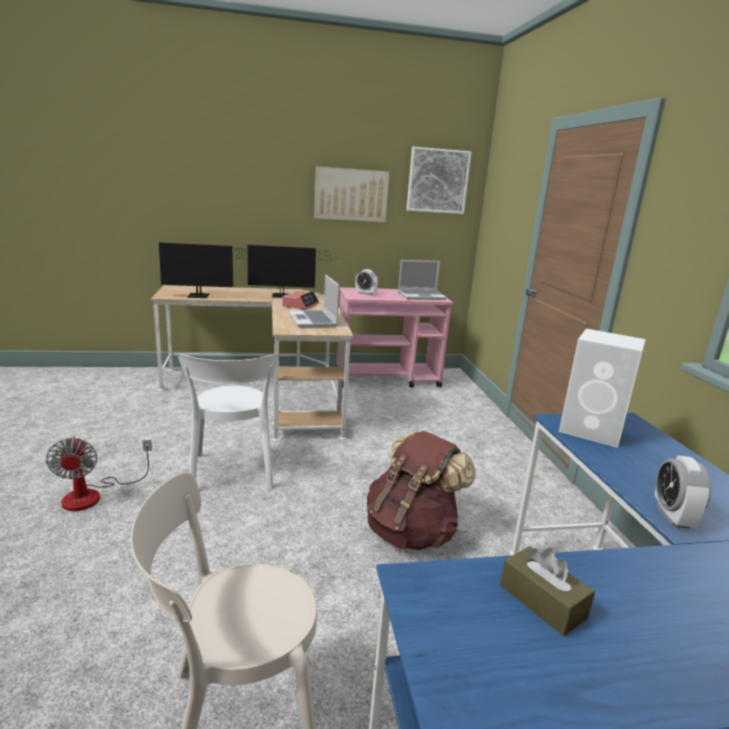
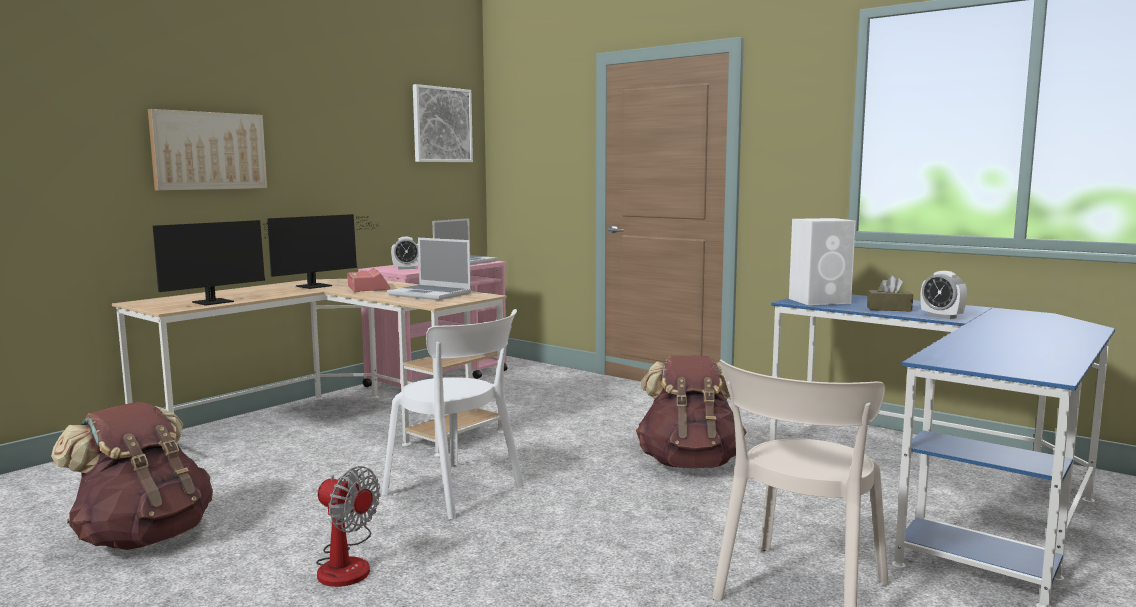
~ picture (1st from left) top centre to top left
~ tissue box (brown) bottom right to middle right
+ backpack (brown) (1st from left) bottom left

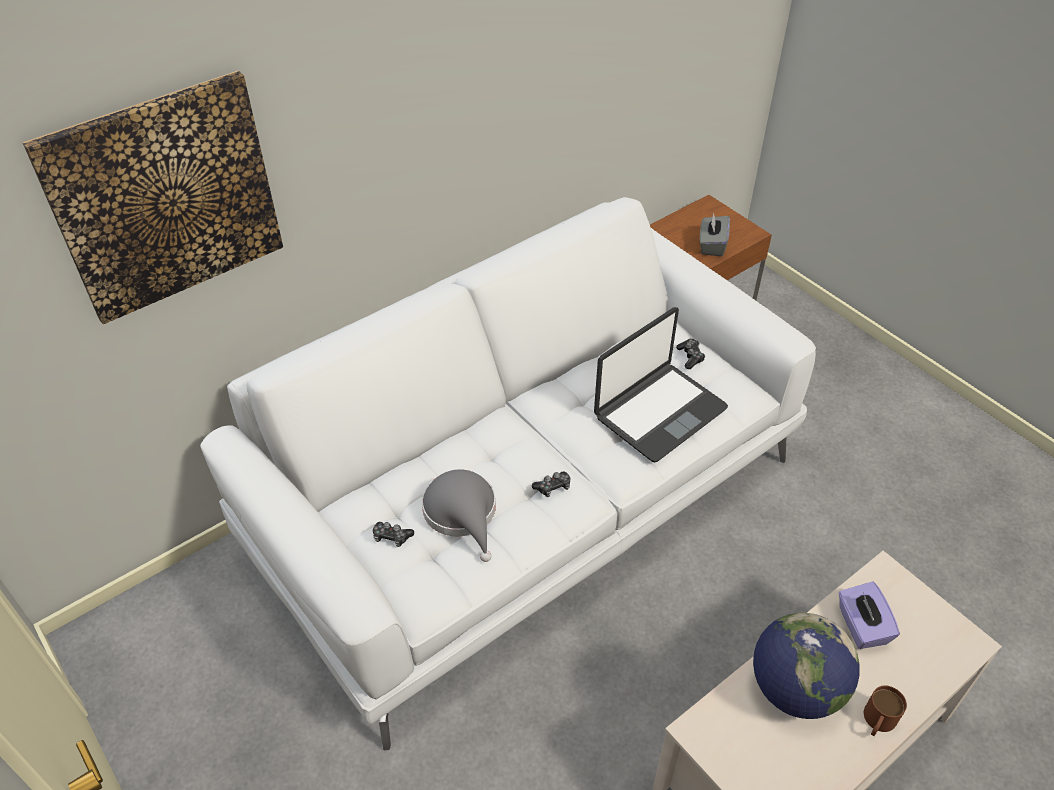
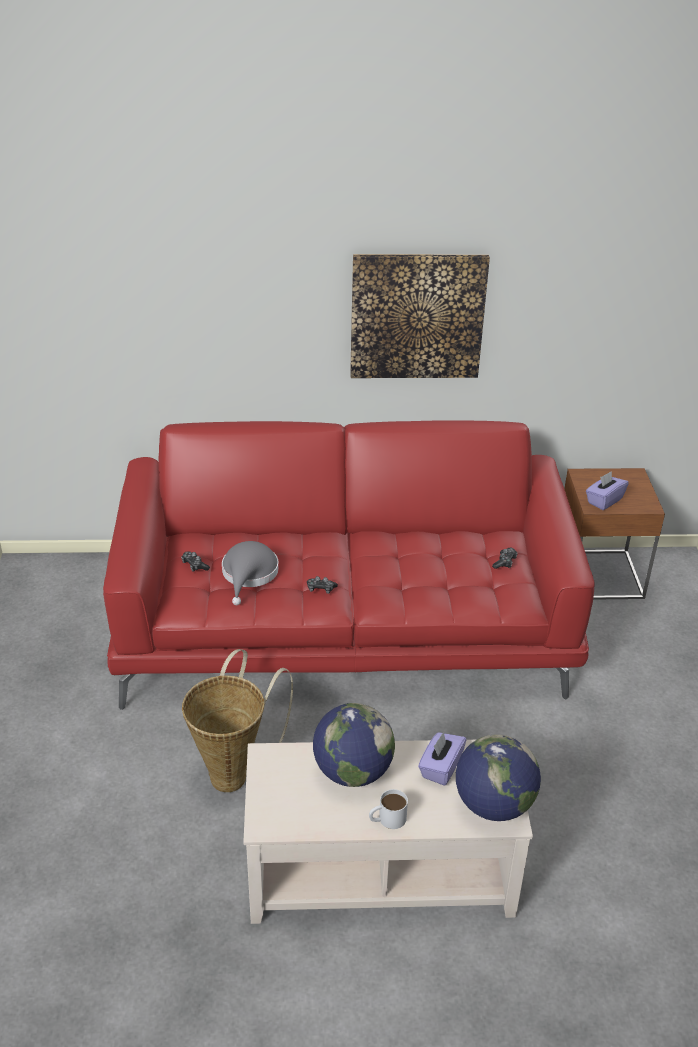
~ picture top left to top centre
~ sofa (white) centre to sofa (red) centre
- laptop centre
~ tissue box (grey) top right to tissue box (purple) (2nd from left) middle right
~ mug (brown) bottom right to mug (white) bottom centre
+ basket bottom centre
+ globe (2nd from left) bottom right

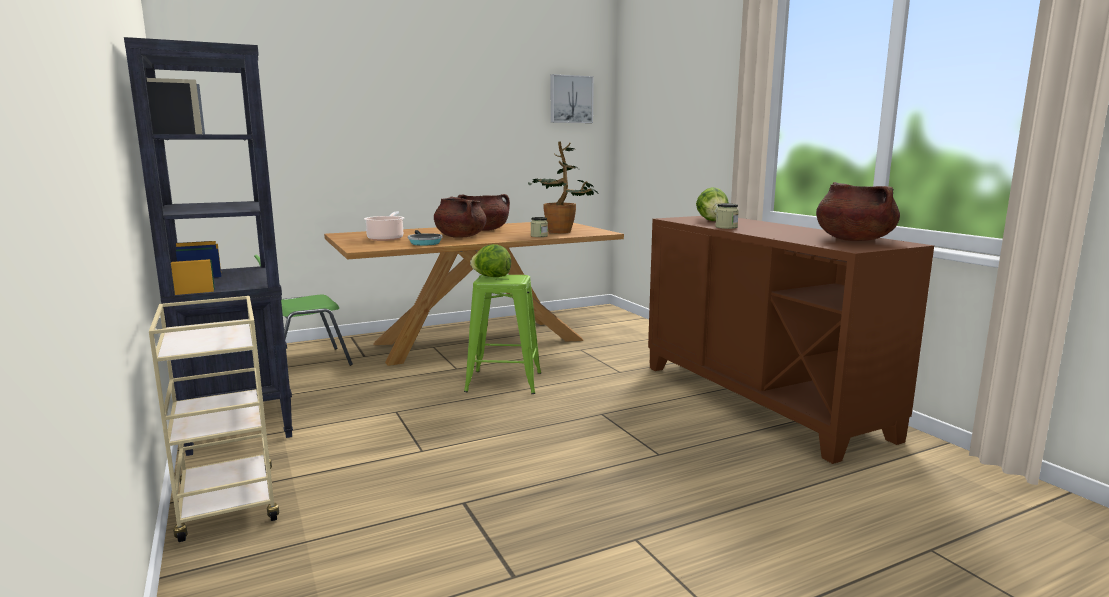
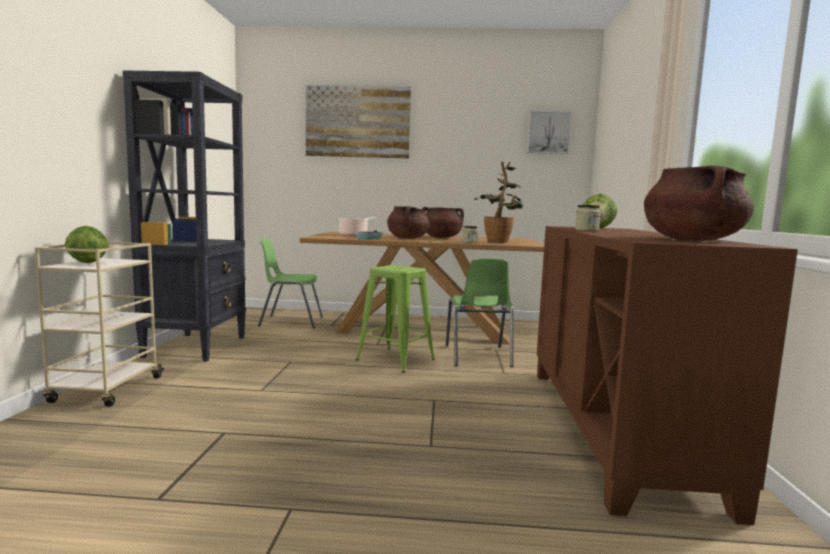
~ lettuce (1st from left) centre to middle left
+ picture (1st from left) top centre
+ chair (green) (2nd from left) centre

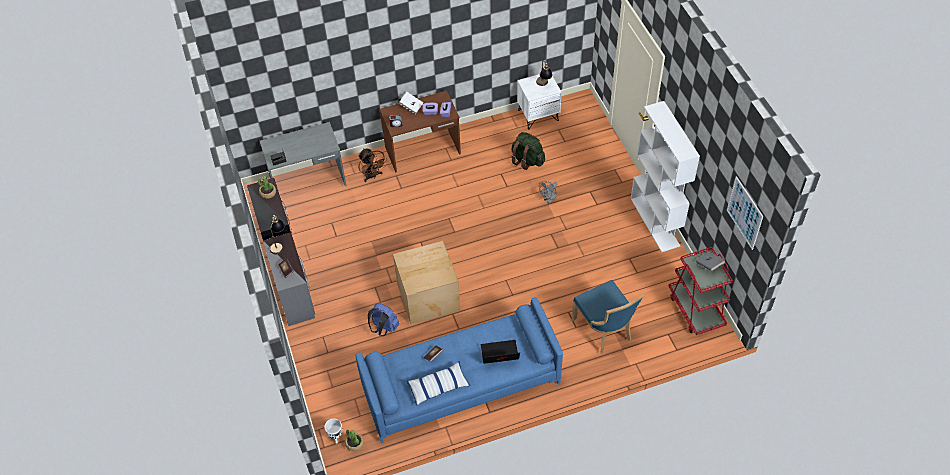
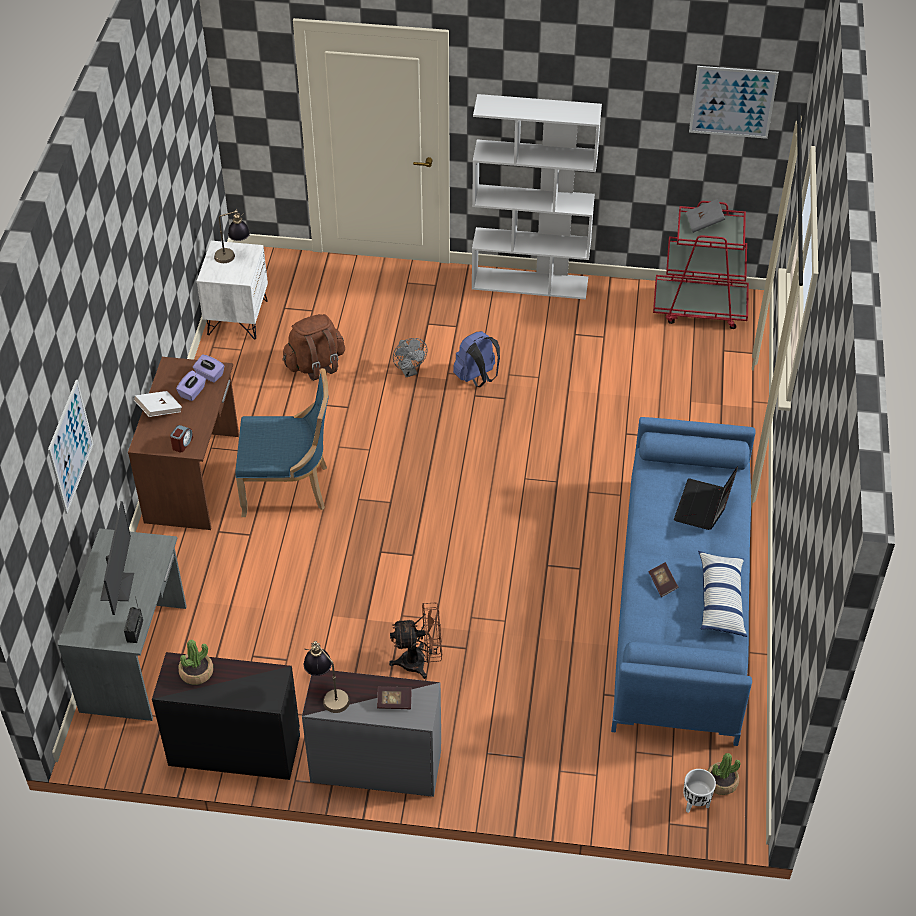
~ fan (brown) centre to bottom centre
~ backpack (blue) bottom centre to centre
- cardboard box centre
~ backpack (green) top centre to backpack (brown) centre
~ chair (blue) bottom centre to middle left
+ picture (1st from left) middle left
+ monitor middle left

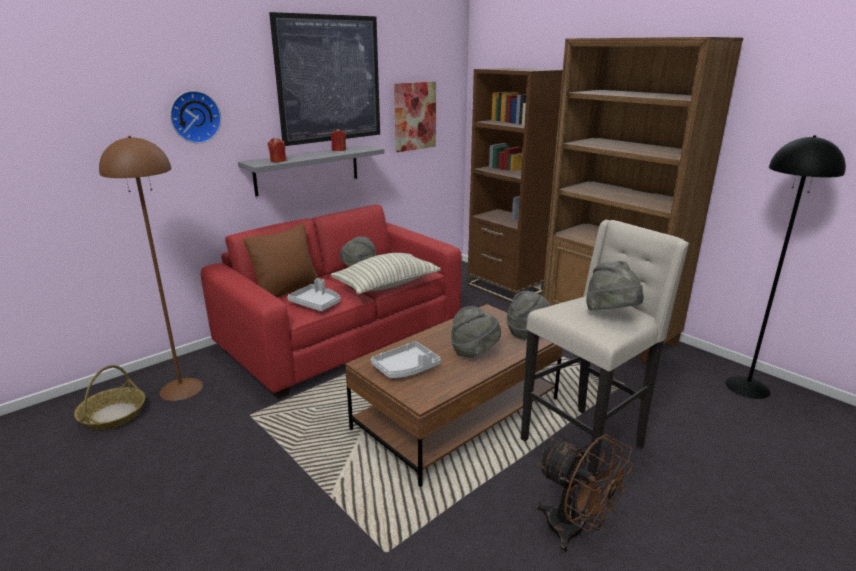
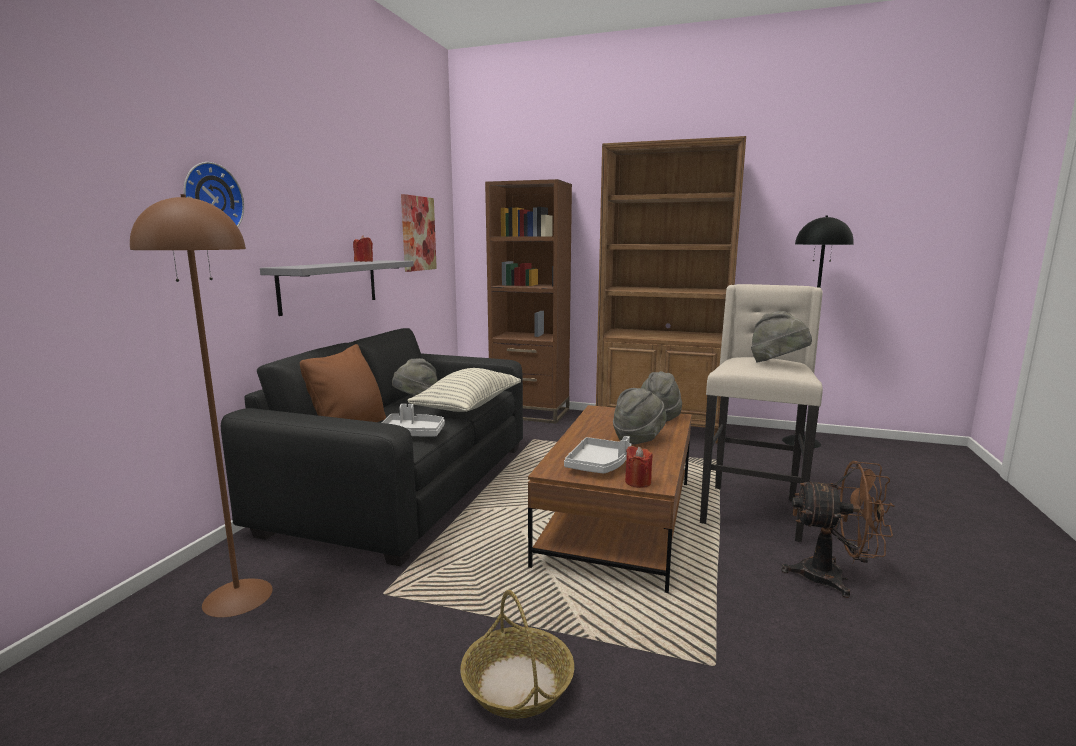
~ basket bottom left to bottom centre
~ sofa (red) centre to sofa (black) centre
~ candle (red) (1st from left in the first image) top left to candle (red) (2nd from left) centre
- picture (1st from left) top centre

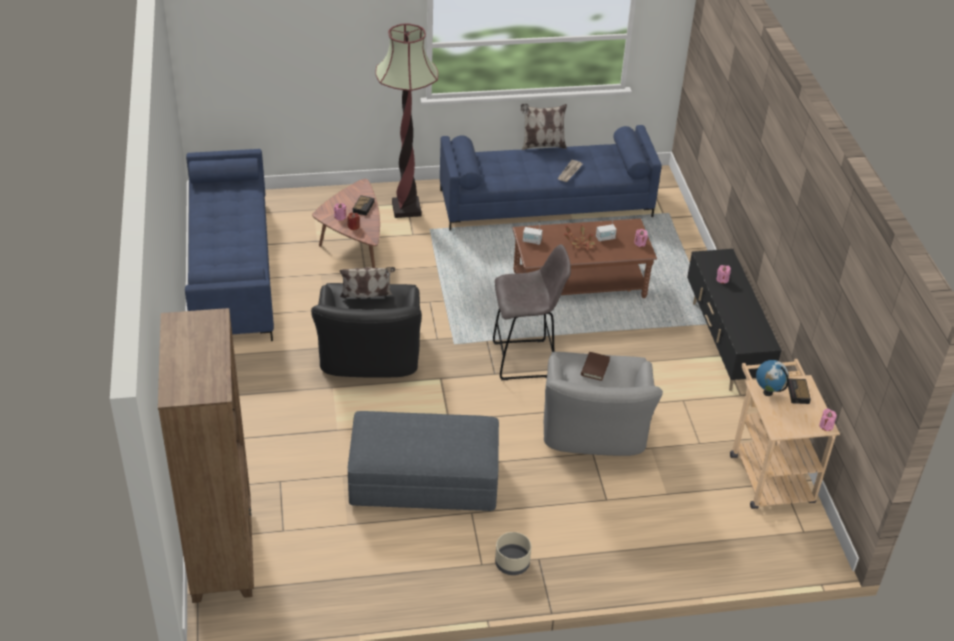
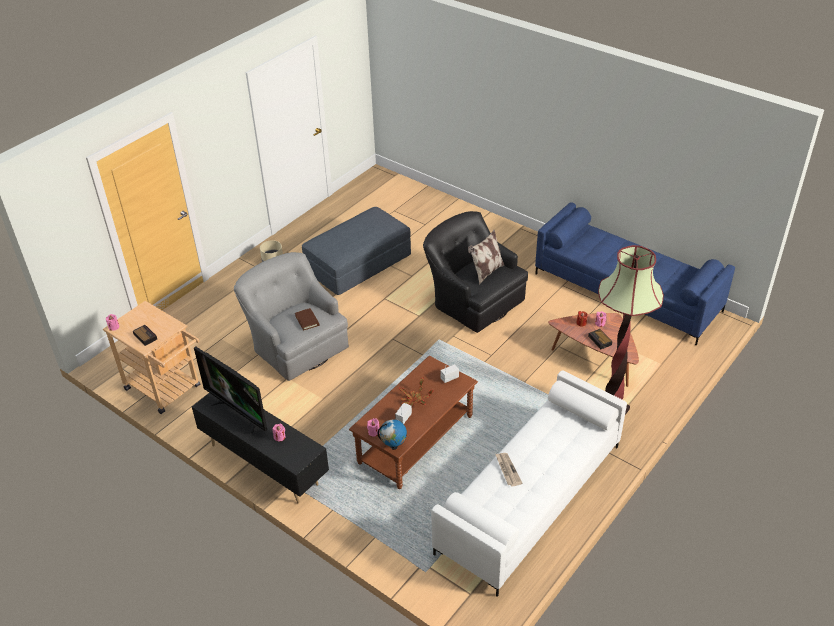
- bookcase (brown) bottom left
~ sofa (blue) (2nd from left) top centre to sofa (white) bottom centre
- stool (grey) centre
- pillow (2nd from left) top centre
~ globe middle right to bottom centre
+ television middle left

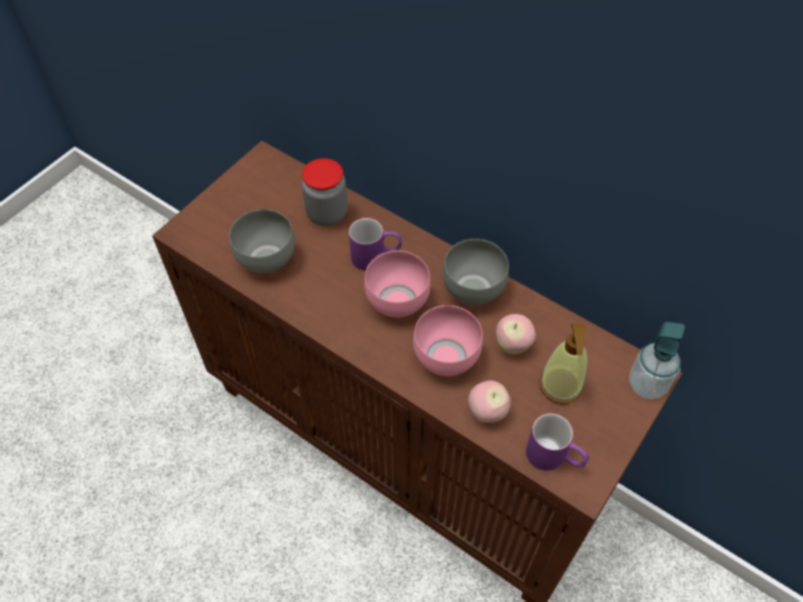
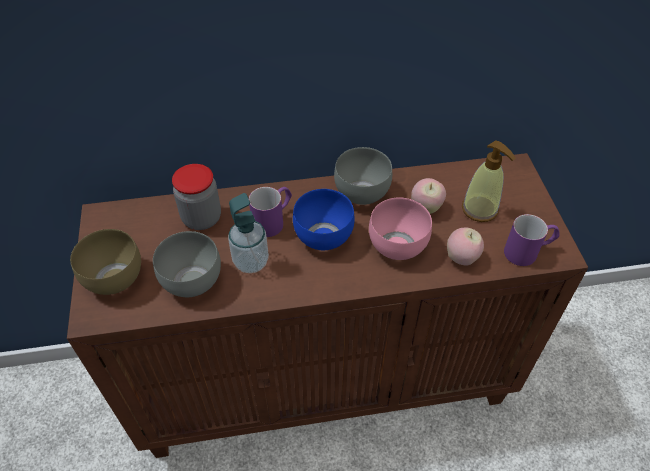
~ bowl (pink) (1st from left) centre to bowl (blue) centre
~ soap dispenser (2nd from left in the first image) middle right to soap dispenser (1st from left) centre
+ bowl (brown) middle left

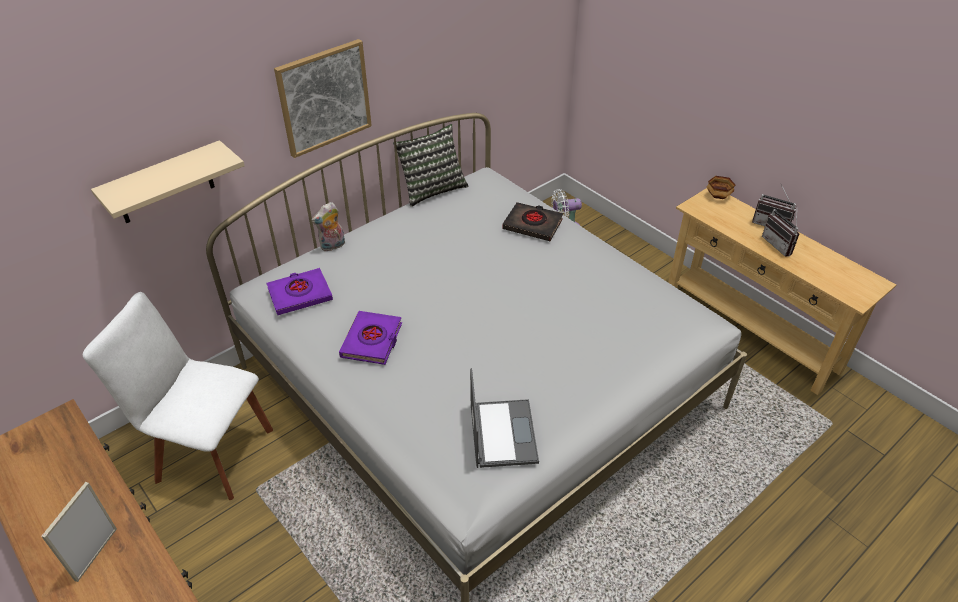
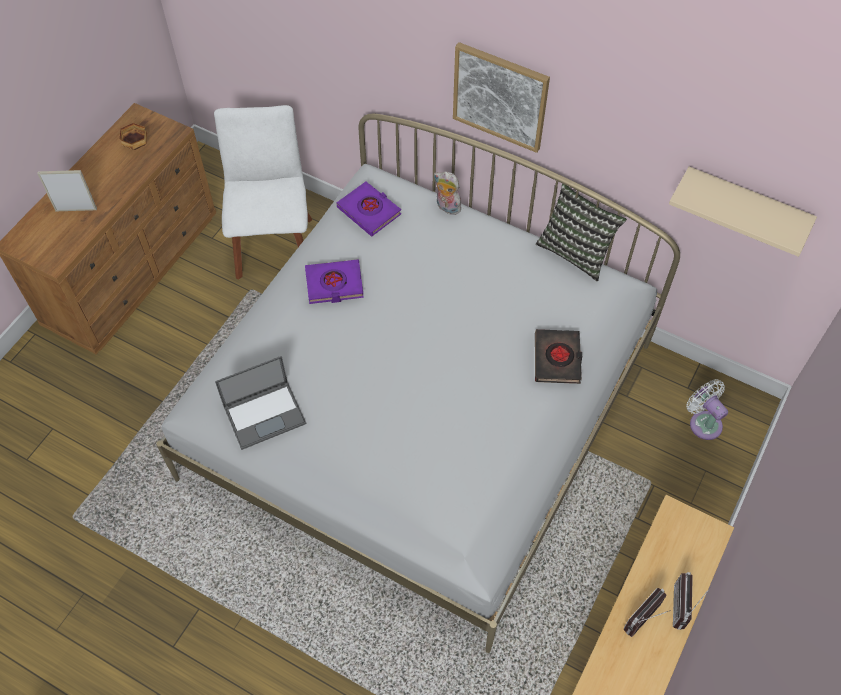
~ shelf (beige) top left to top right
~ bowl top right to top left

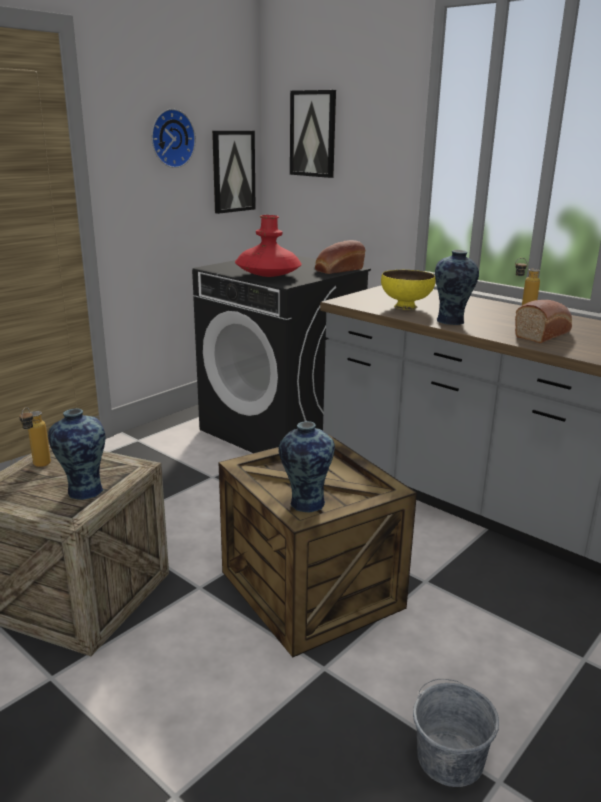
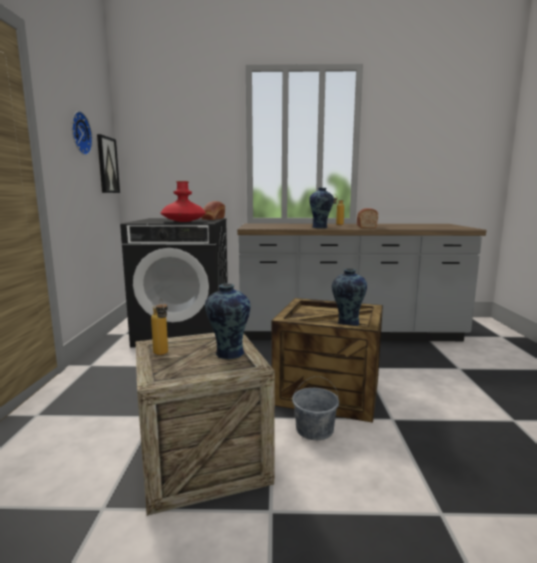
- picture (2nd from left) top centre
- bowl (yellow) middle right
~ bucket (grey) bottom right to bottom centre

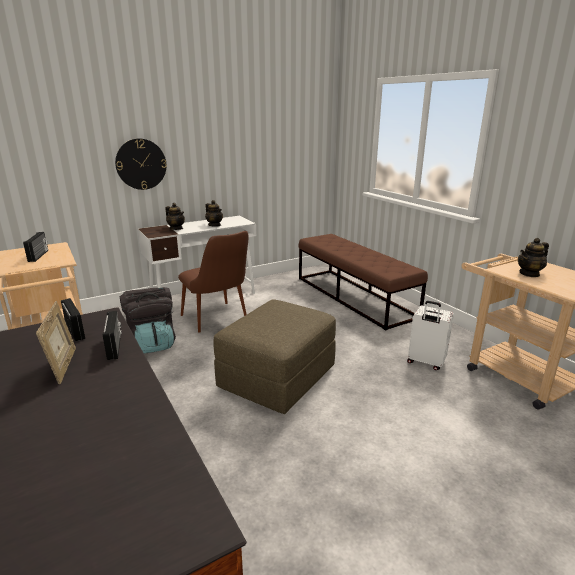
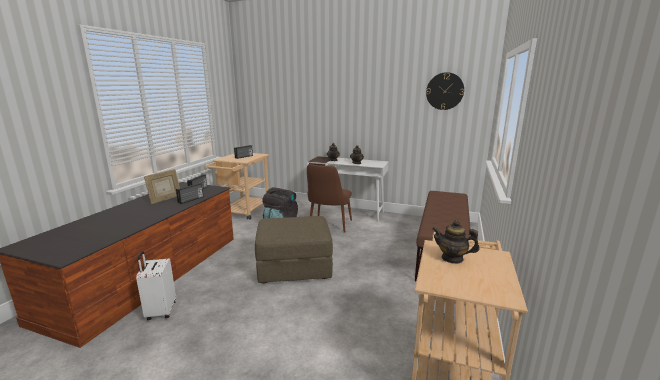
~ wall clock top left to top right
~ suitcase (white) middle right to bottom left

